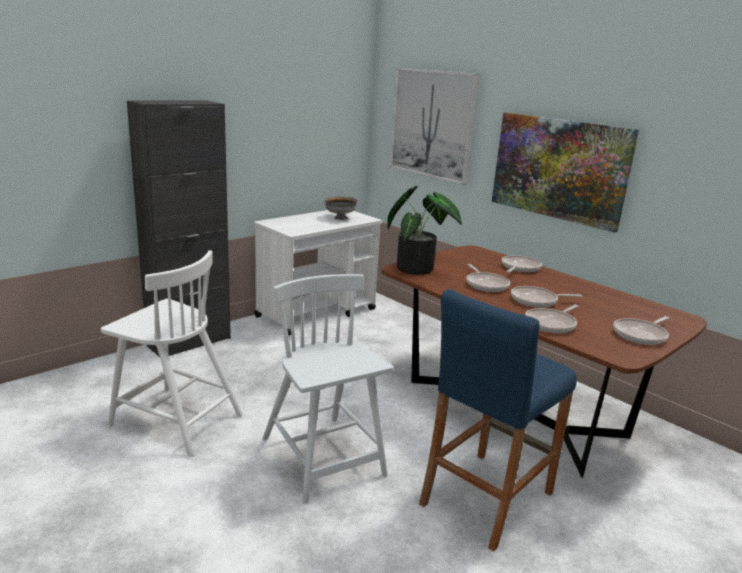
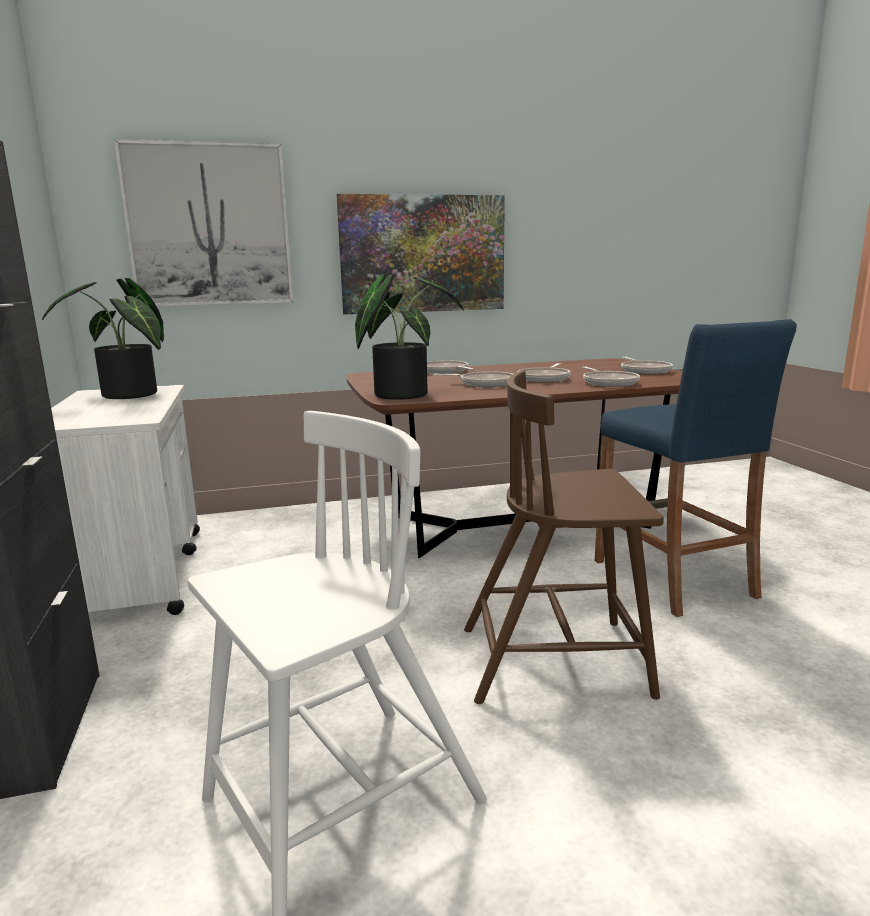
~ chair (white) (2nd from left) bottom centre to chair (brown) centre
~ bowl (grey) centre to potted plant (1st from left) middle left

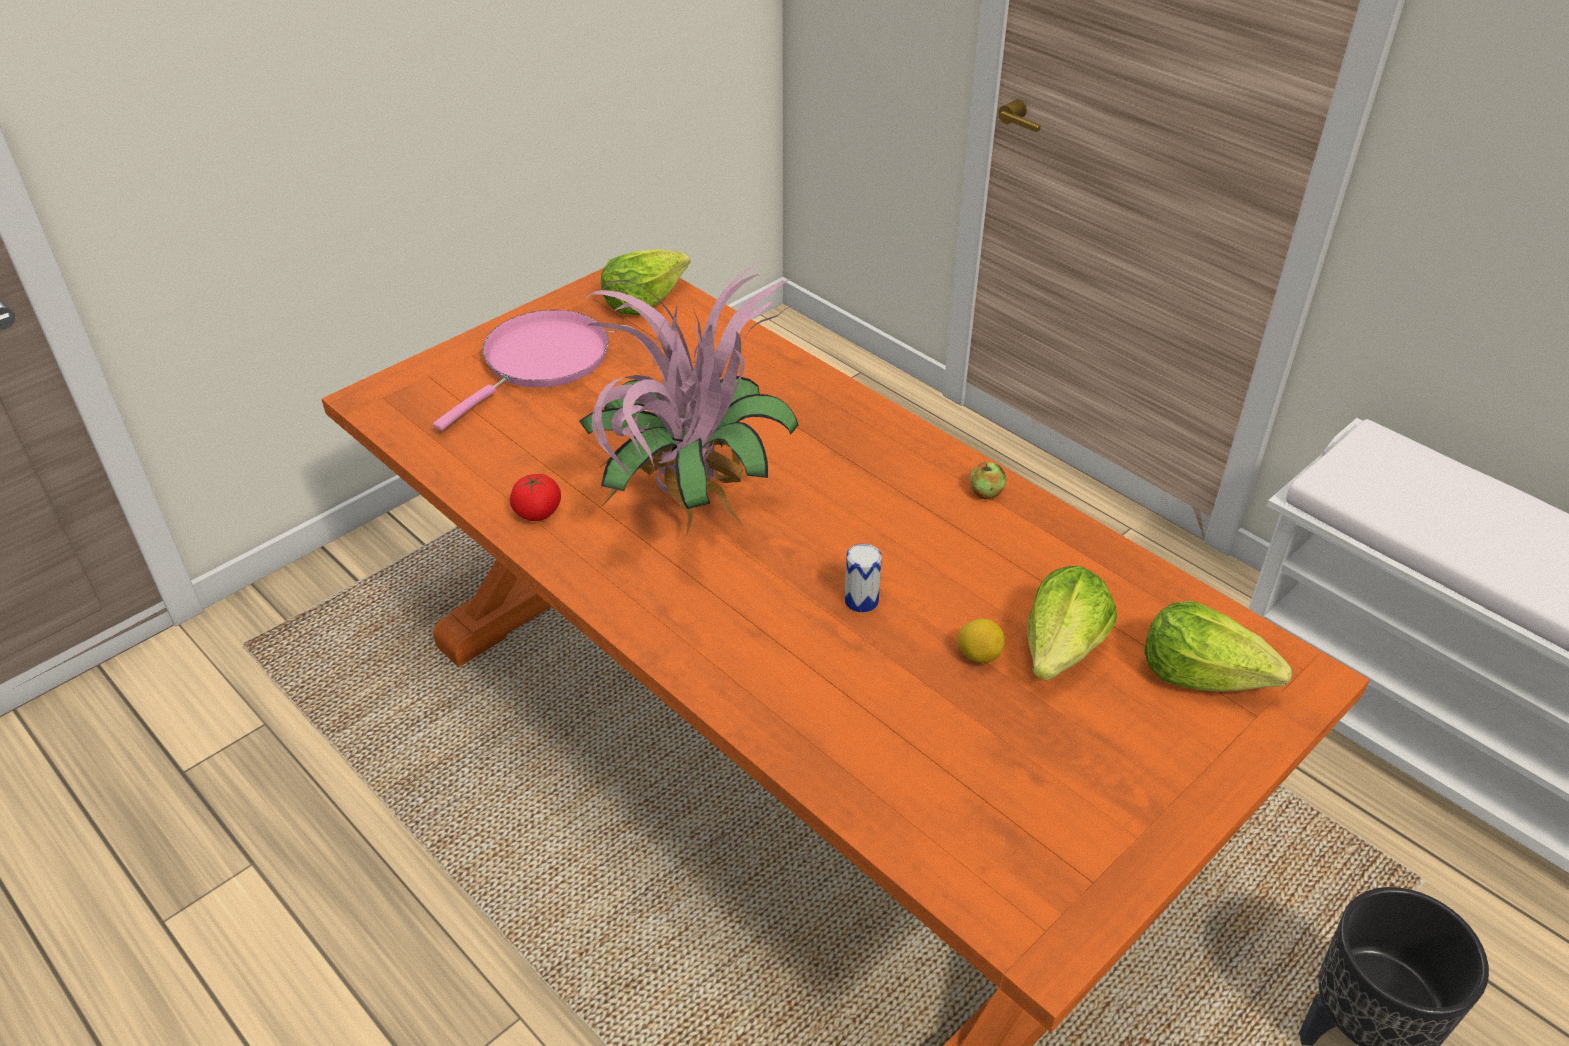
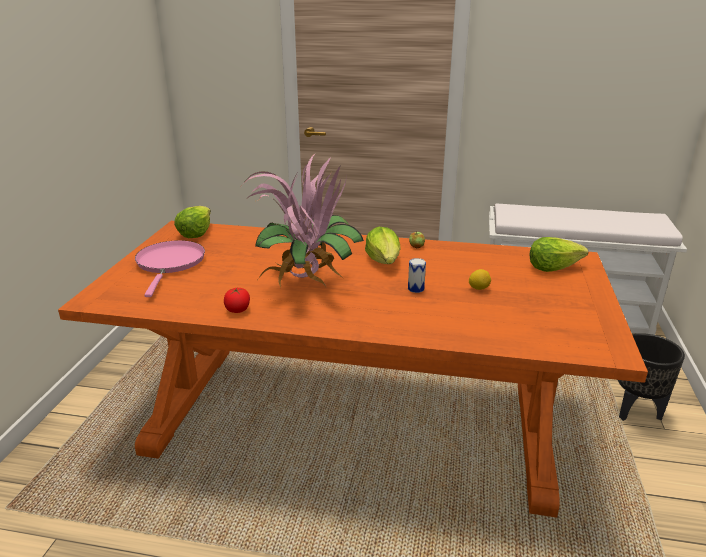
~ lettuce (2nd from left) middle right to centre

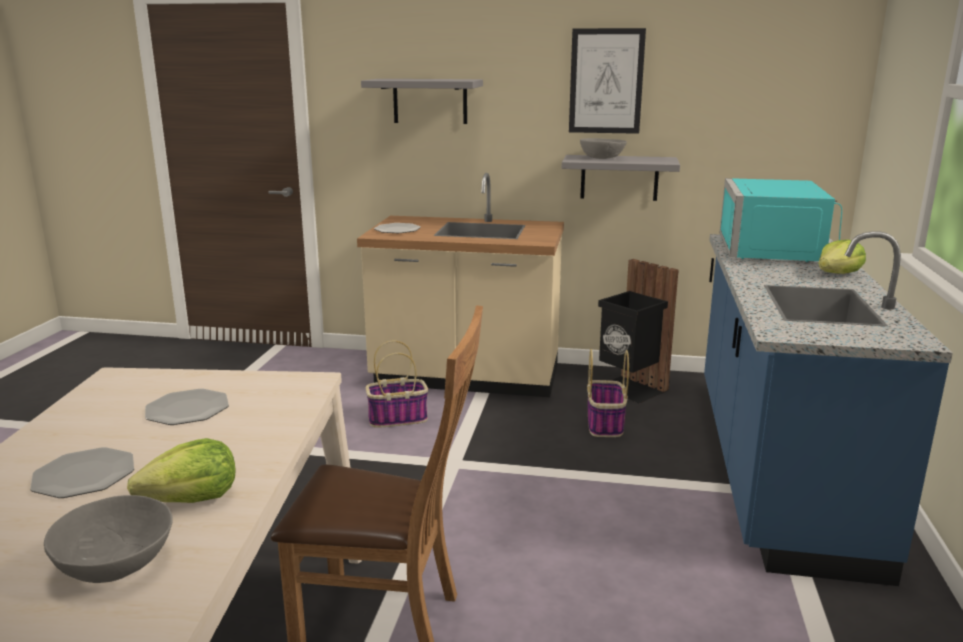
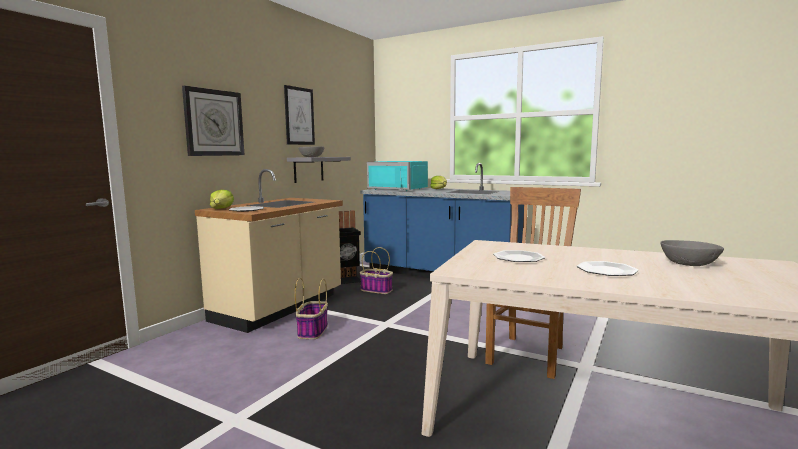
~ lettuce (1st from left) bottom left to middle left
~ shelf (grey) (1st from left) top centre to wall clock top left

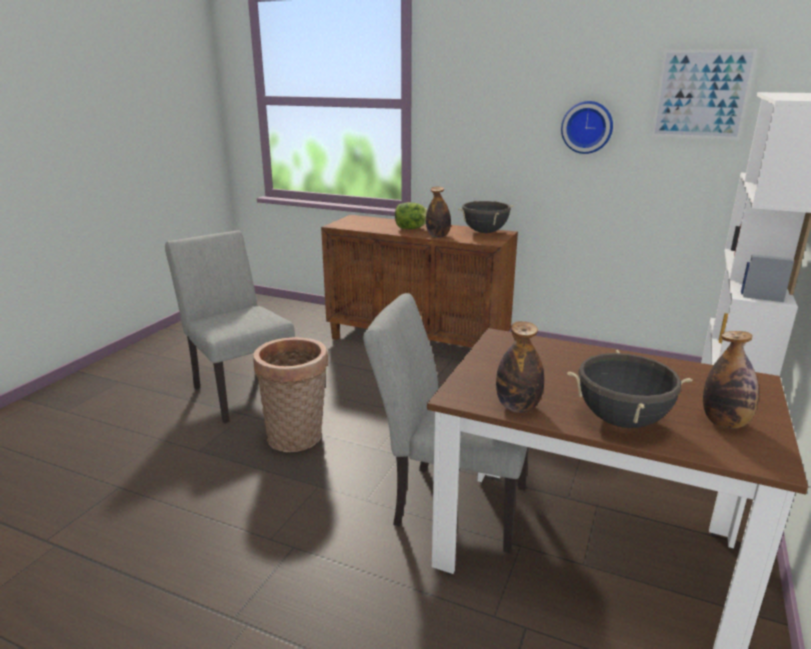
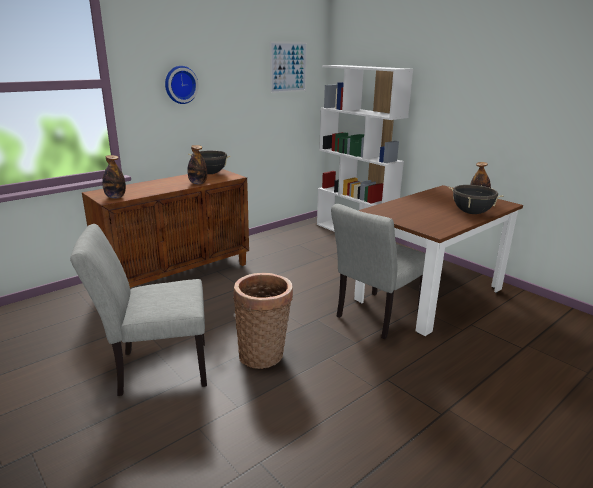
- lettuce top centre
~ bottle (2nd from left in the first image) centre to bottle (1st from left) middle left
~ wall clock top right to top left

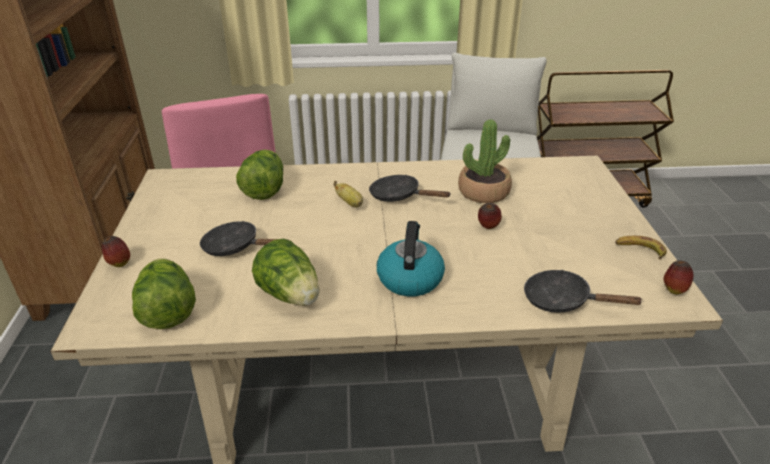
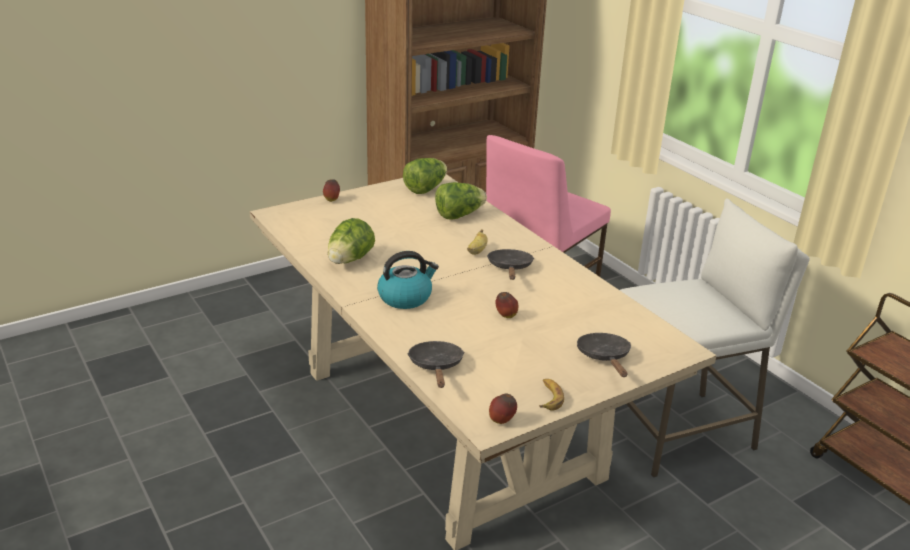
~ lettuce (1st from left in the first image) middle left to lettuce (2nd from left) top centre
~ frying pan (black) (1st from left in the first image) middle left to frying pan (black) (3rd from left) centre
- potted plant centre

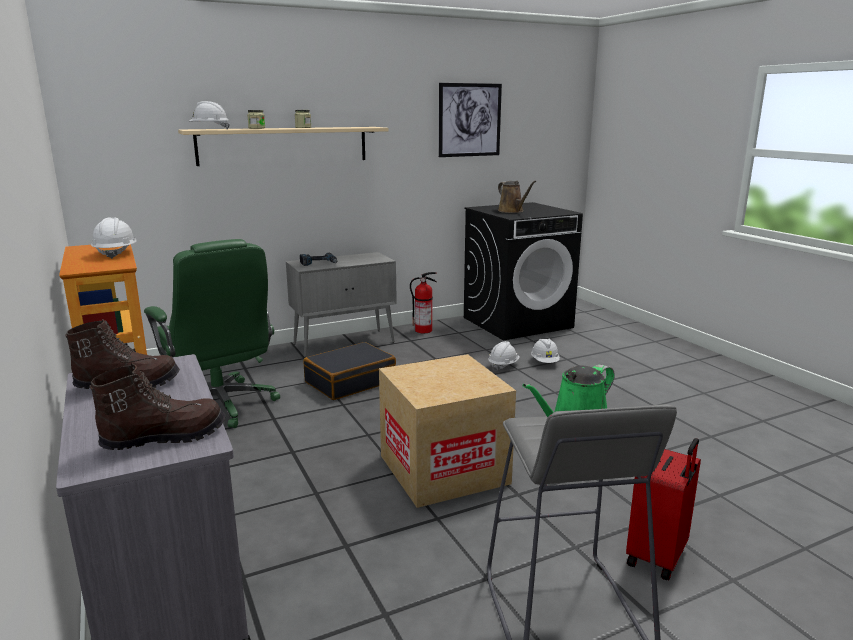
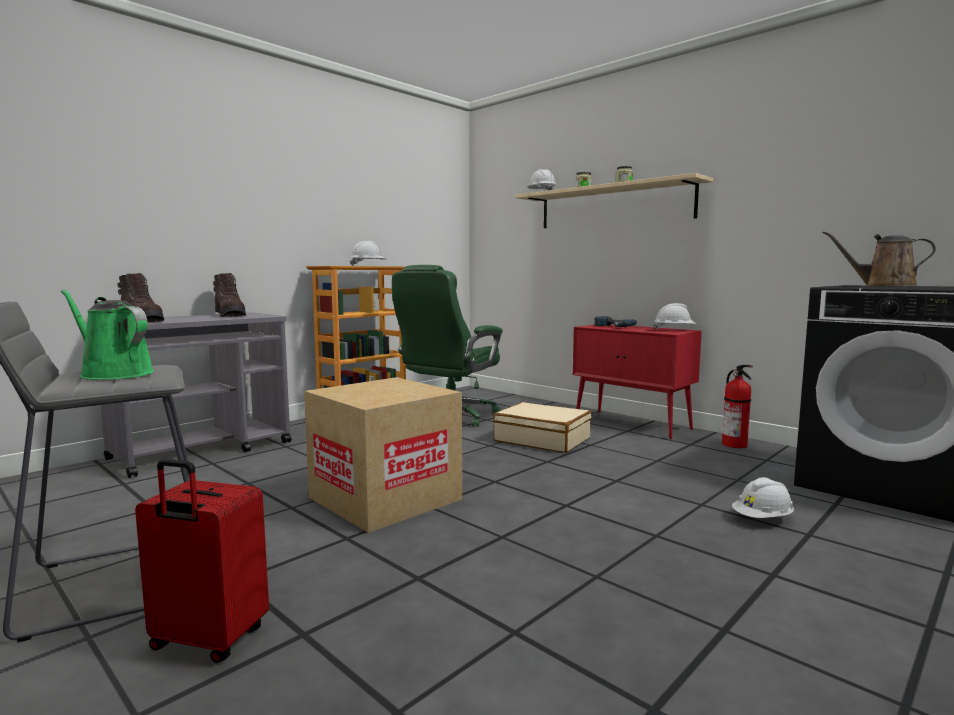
~ cabinet (grey) centre to cabinet (red) middle right
~ suitcase (black) centre to suitcase (beige) centre
- picture top centre
~ hard hat (white) (3rd from left) centre to middle right
~ watering can (brown) top centre = middle right 75 degrees clockwise

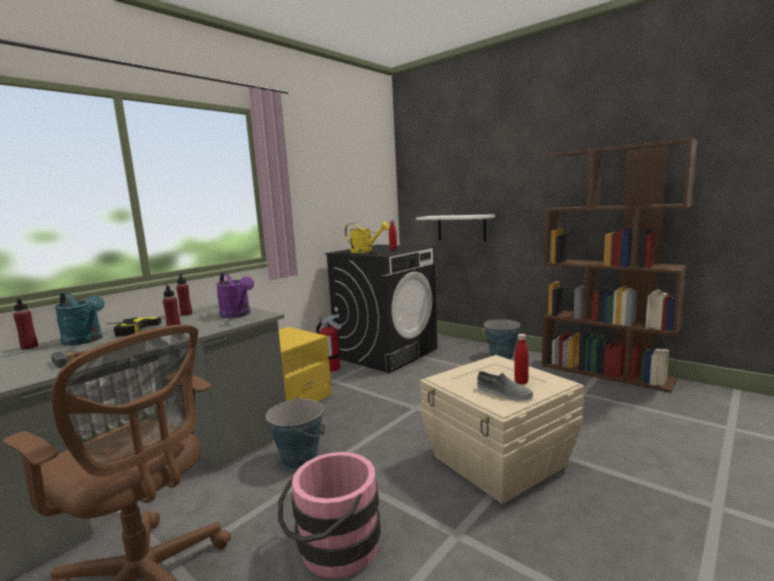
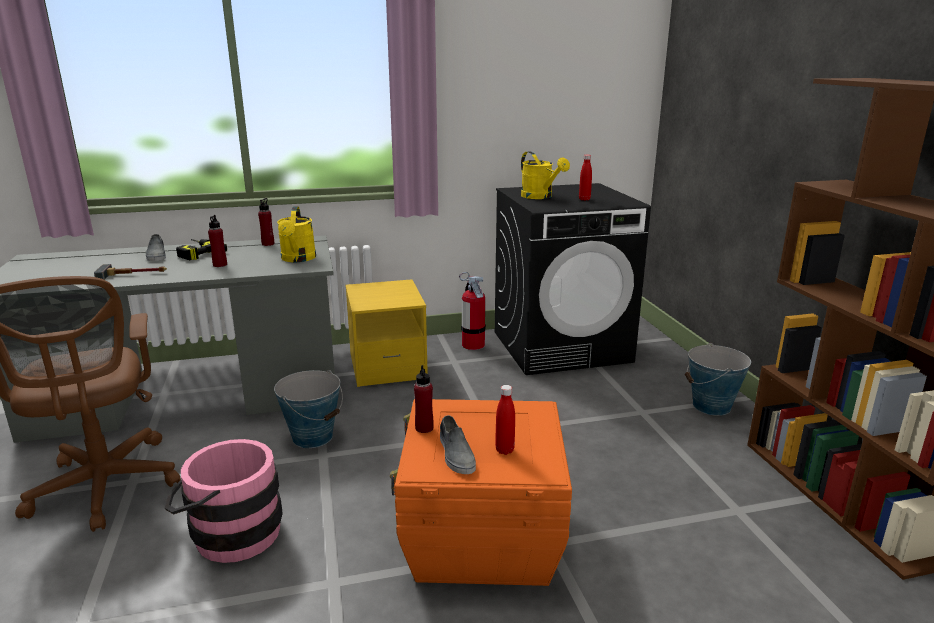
~ bottle (red) (1st from left in the first image) middle left to bottle (red) (3rd from left) centre
~ watering can (turquoise) middle left to shoe (grey) (1st from left) middle left
~ watering can (purple) middle left to watering can (yellow) (1st from left) middle left
- shelf (white) centre
~ storage box (beige) bottom centre to storage box (orange) bottom centre

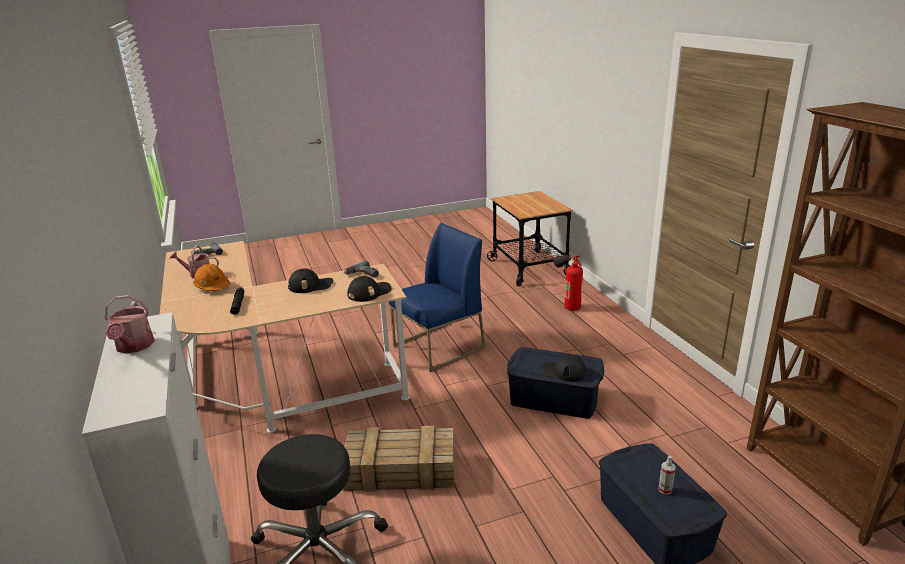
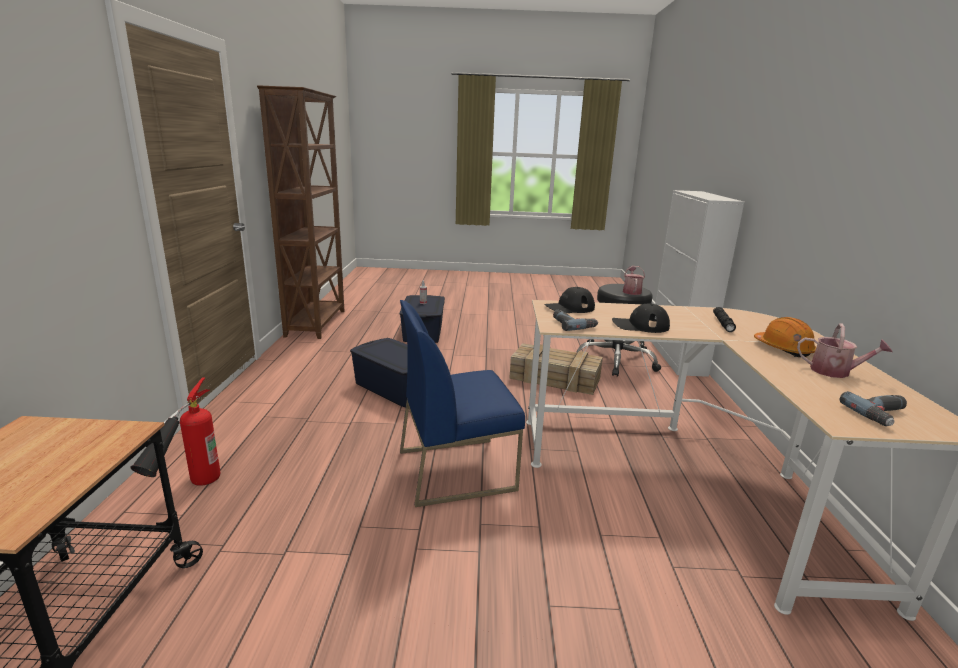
~ watering can (1st from left) middle left to centre
- cap (black) (3rd from left) centre

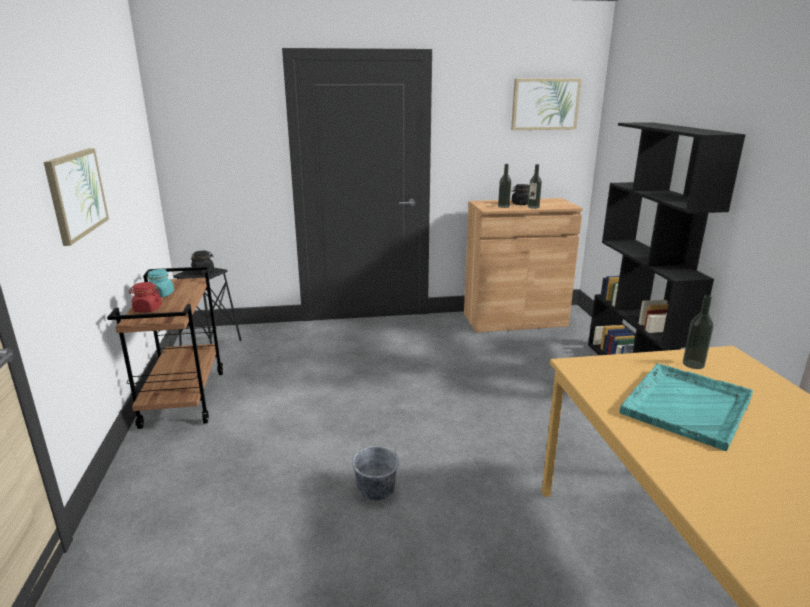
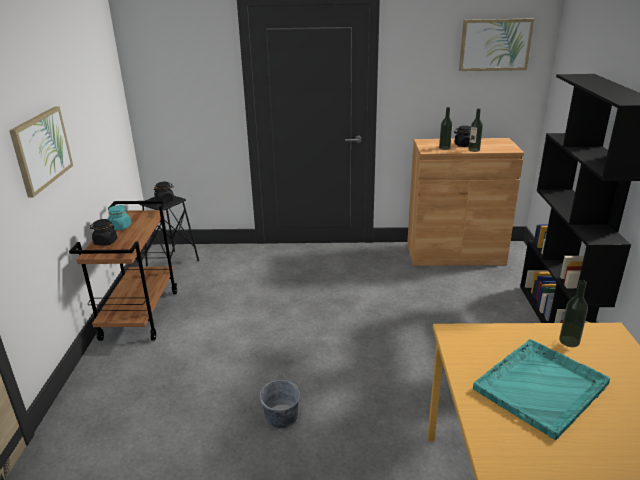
~ jar (red) middle left to jar (black) (1st from left) middle left

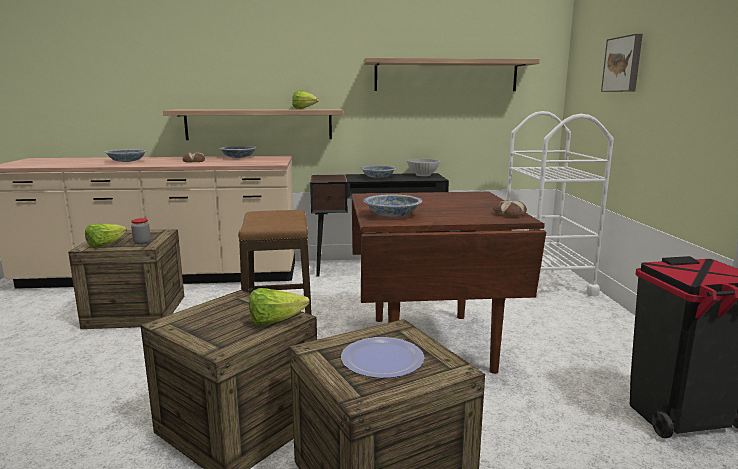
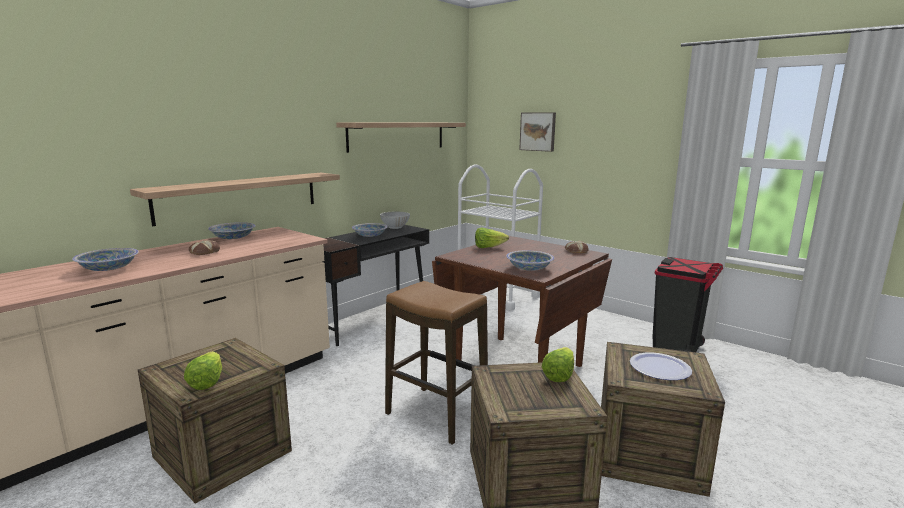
- jar middle left
~ lettuce (3rd from left in the first image) top centre to lettuce (2nd from left) centre

